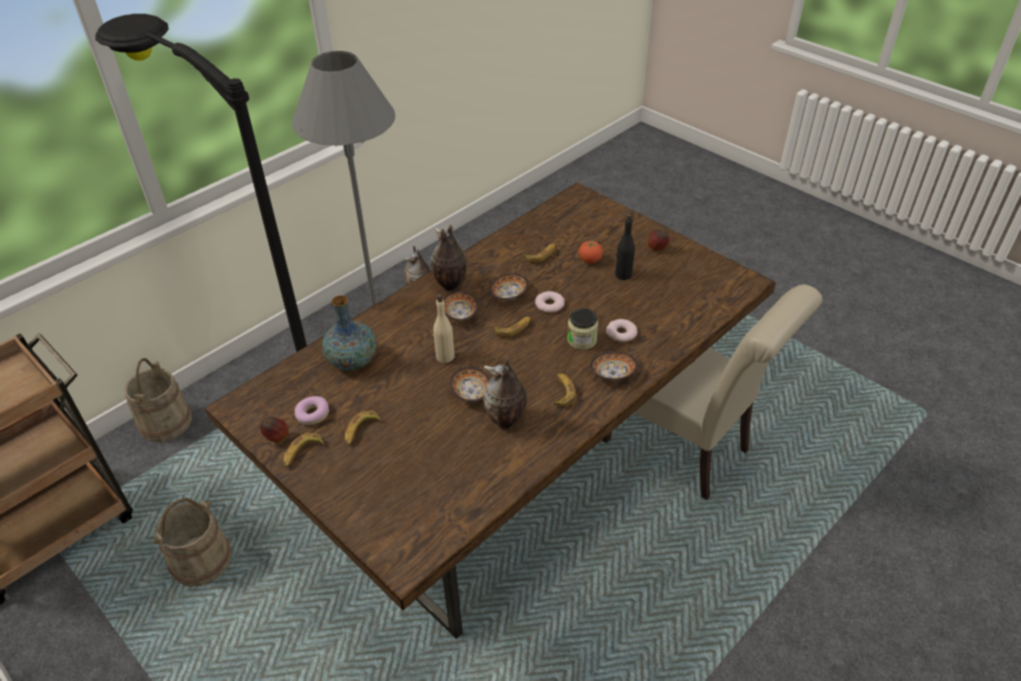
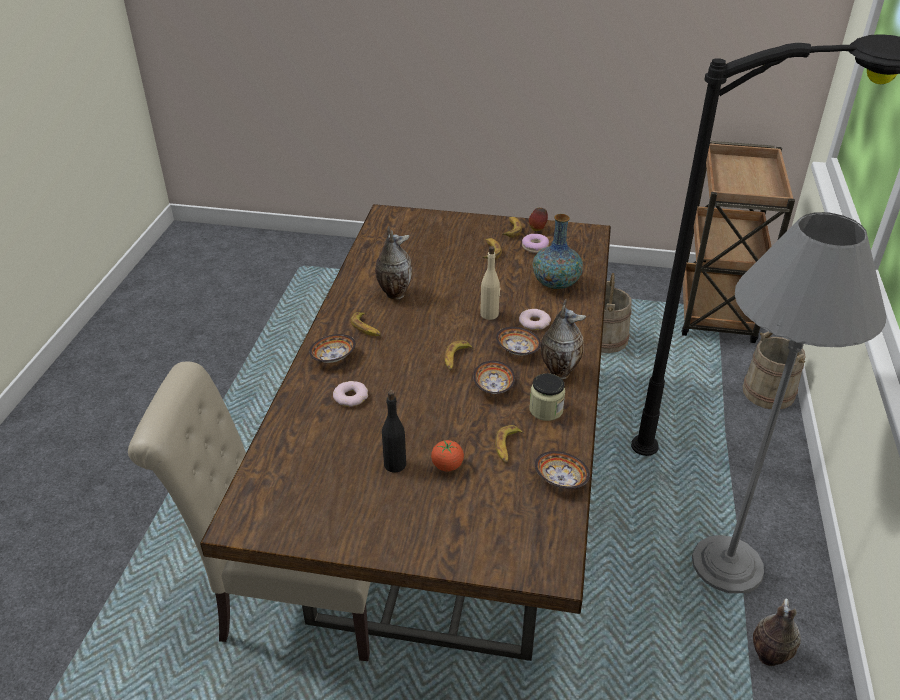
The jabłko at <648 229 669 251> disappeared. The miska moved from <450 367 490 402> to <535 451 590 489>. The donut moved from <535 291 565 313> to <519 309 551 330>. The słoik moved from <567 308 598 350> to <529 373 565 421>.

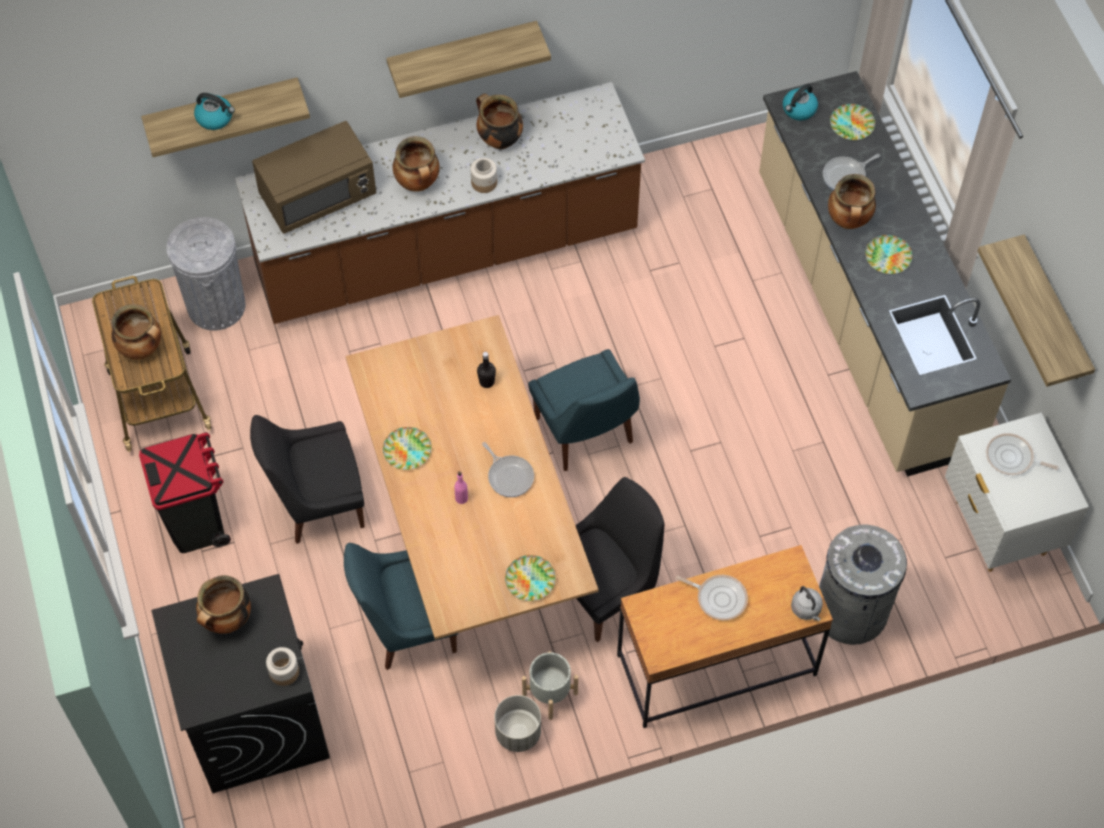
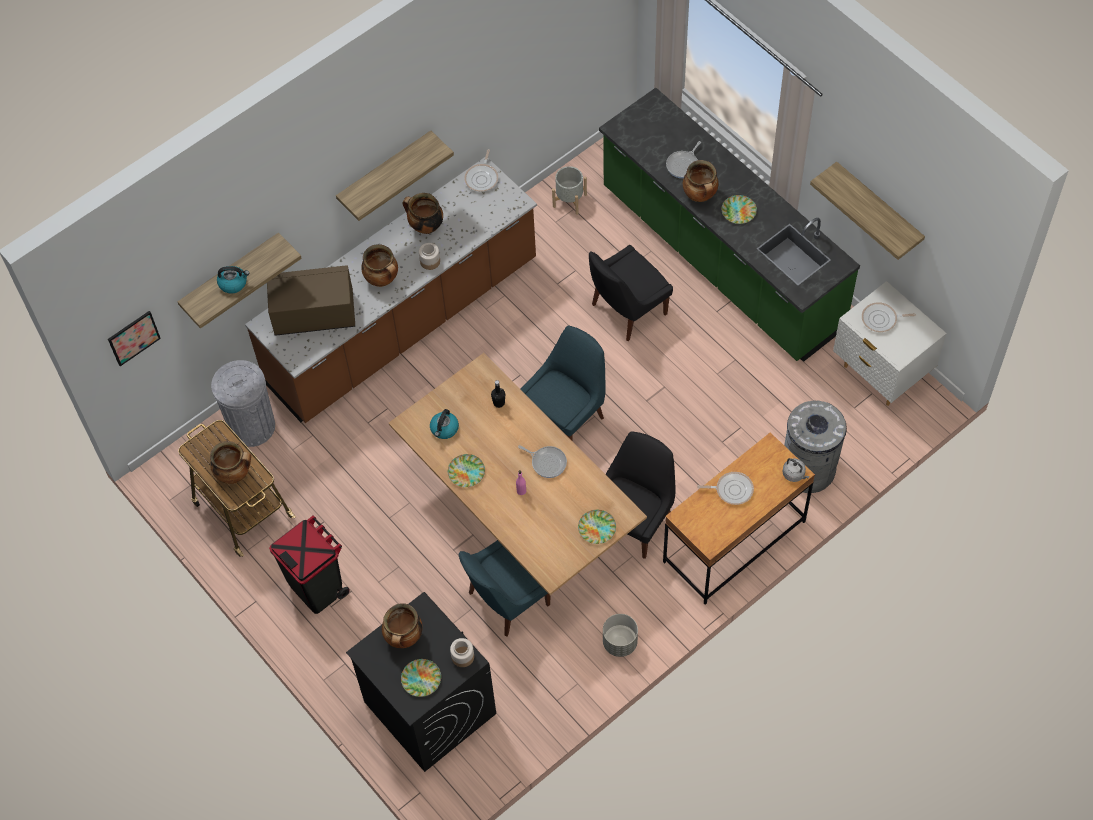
The obraz at <108 311 161 366> appeared. The patelnia at <464 149 498 192> appeared. The krzesło [czarny] moved from <250 415 365 544> to <589 245 673 341>. The donica [szary] moved from <522 651 578 720> to <552 166 587 215>. The czajnik moved from <783 84 818 121> to <430 409 459 439>. The talerz moved from <830 104 875 140> to <401 659 441 697>. The zabudowa kuchenna [beżowy] at <759 71 1011 477> became the zabudowa kuchenna [zielony] at <599 88 860 362>. The mikrofalówka [brązowy] at <252 121 376 234> turned 135 degrees counterclockwise. The krzesło [niebieski] at <528 349 640 471> turned 90 degrees counterclockwise.

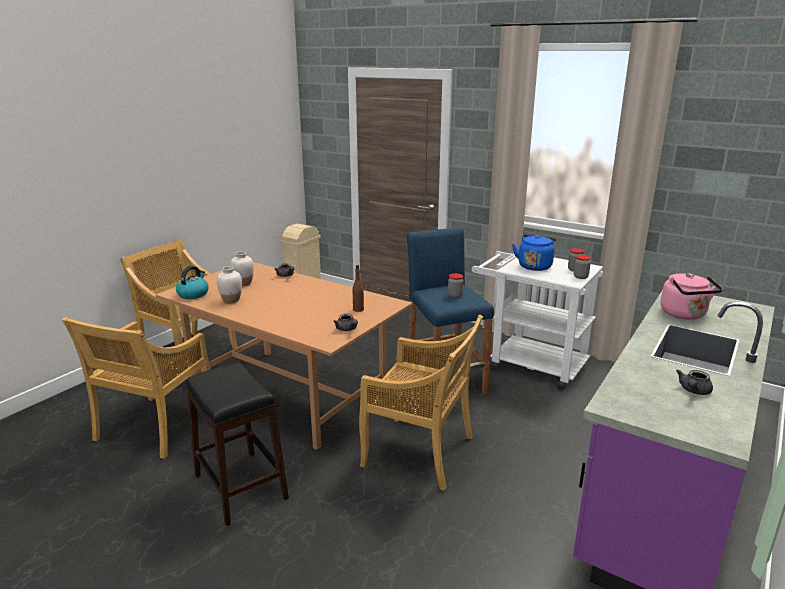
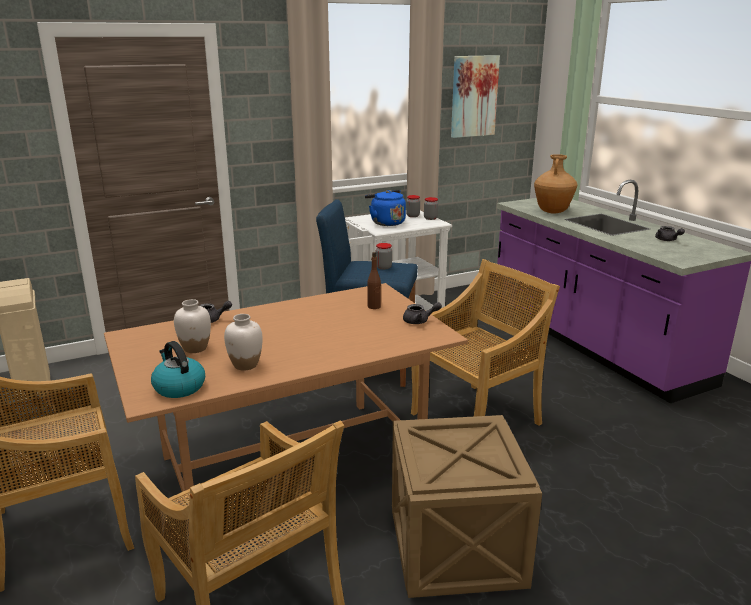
The obraz at <451 55 500 138> appeared. The stołek [czarny] at <186 363 289 526> was replaced by the skrzynka at <392 415 542 598>. The czajnik [różowy] at <661 273 723 319> was replaced by the wazon [brązowy] at <534 154 578 214>.

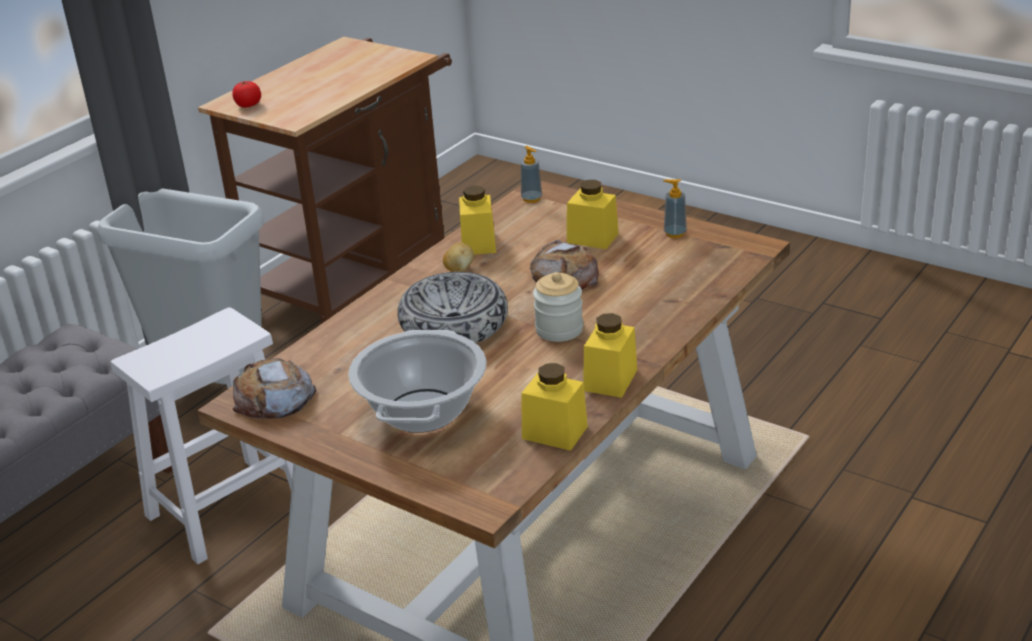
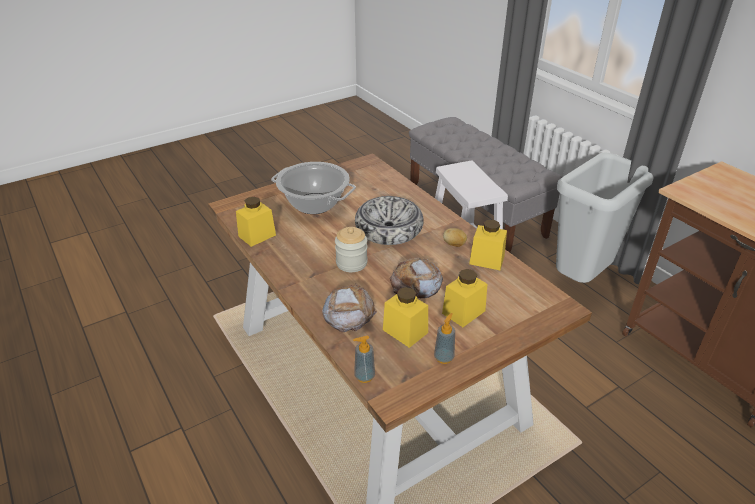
The pomidor at <232 81 261 108> disappeared. The chleb moved from <233 358 316 419> to <322 283 377 332>. The dozownik mydła moved from <521 146 542 203> to <353 336 375 383>. The słoik [żółty] moved from <583 313 637 398> to <383 287 428 348>.

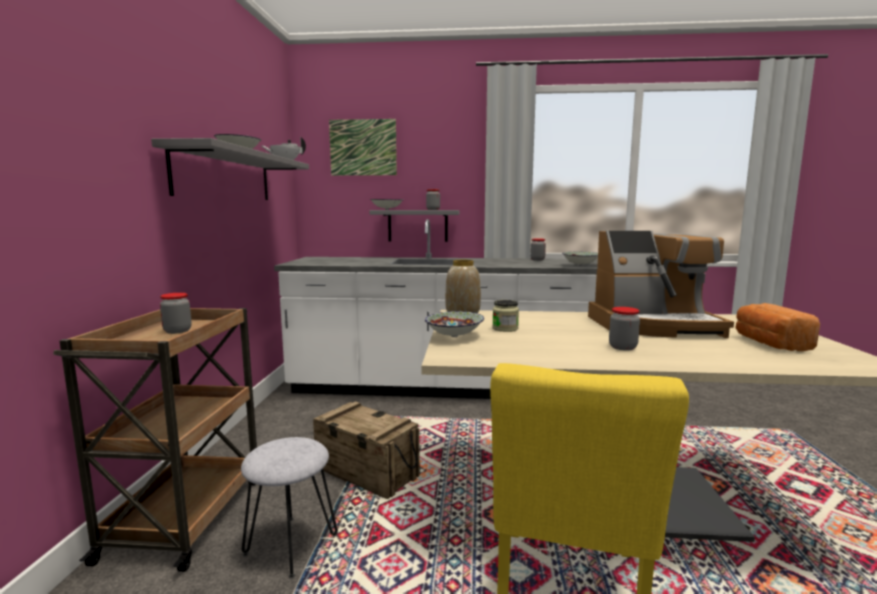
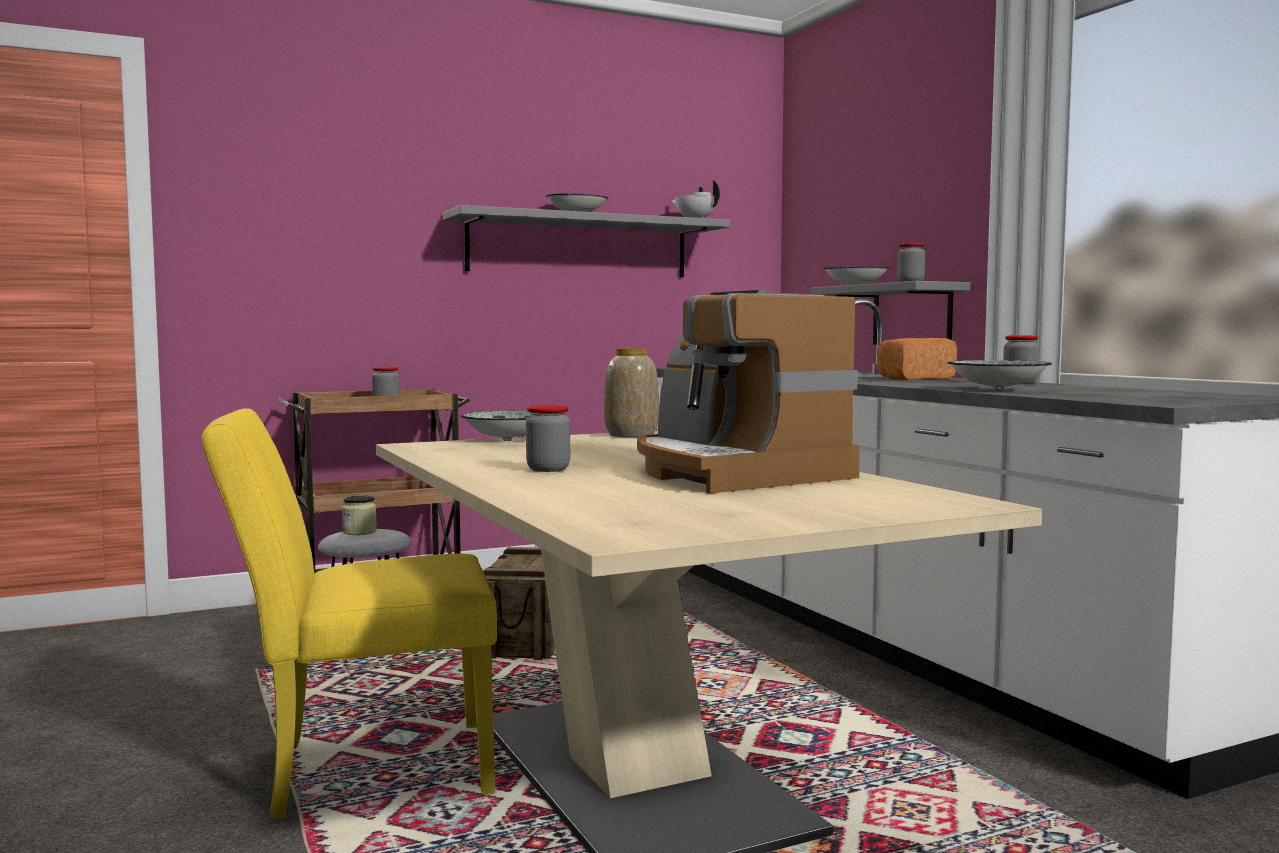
The obraz at <329 119 397 176> disappeared. The słoik moved from <492 300 519 332> to <342 495 377 535>. The chleb moved from <736 303 820 351> to <877 338 957 380>.

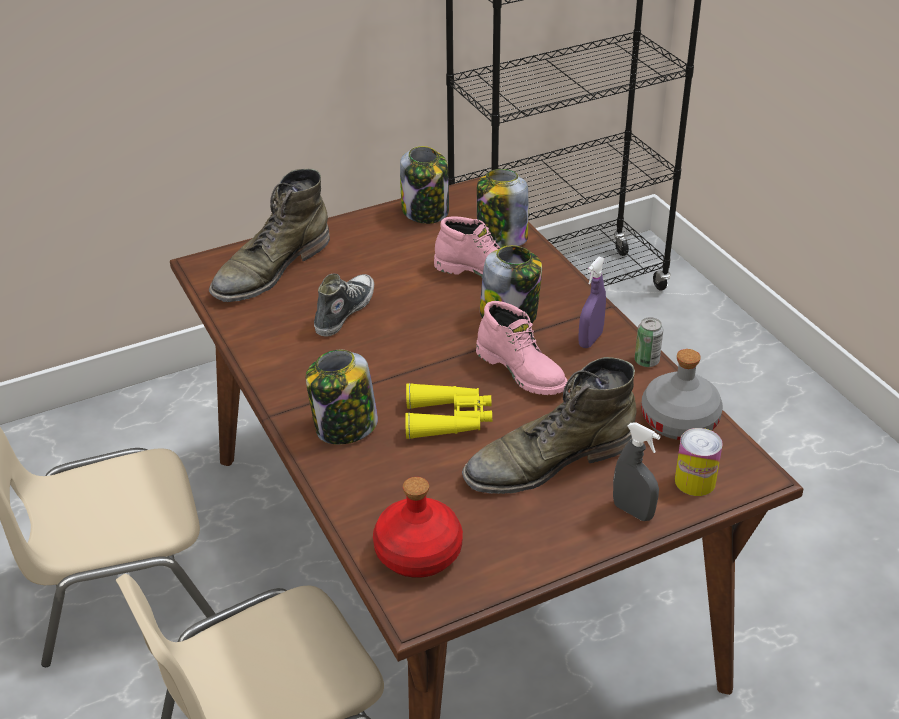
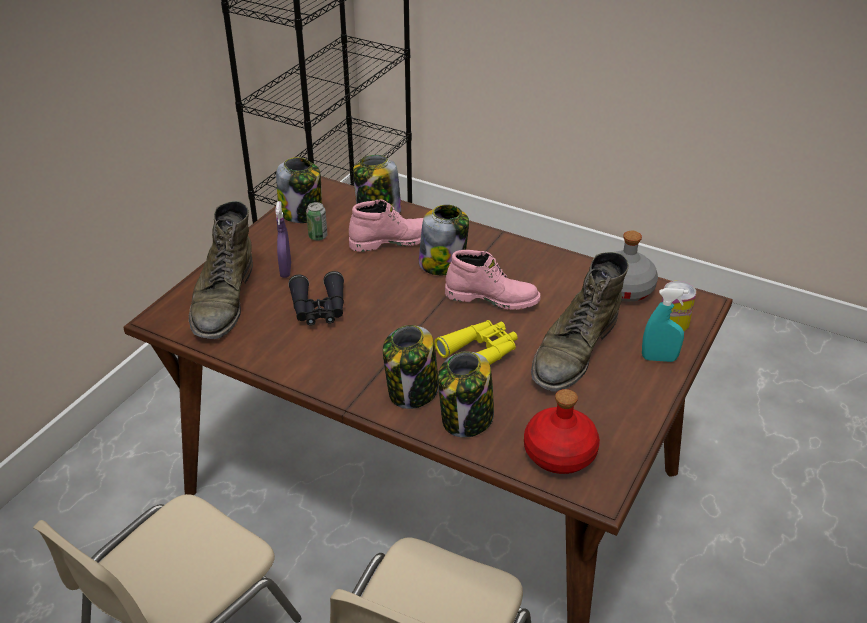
The słoik at <438 351 494 438> appeared. The spryskiwacz [fioletowy] moved from <578 257 606 348> to <275 201 291 278>. The puszka moved from <635 317 663 367> to <306 202 327 241>. The but at <314 274 374 337> was replaced by the lornetka [czarny] at <288 271 344 326>. The spryskiwacz [szary] at <613 423 660 521> became the spryskiwacz [turkusowy] at <642 288 688 362>.

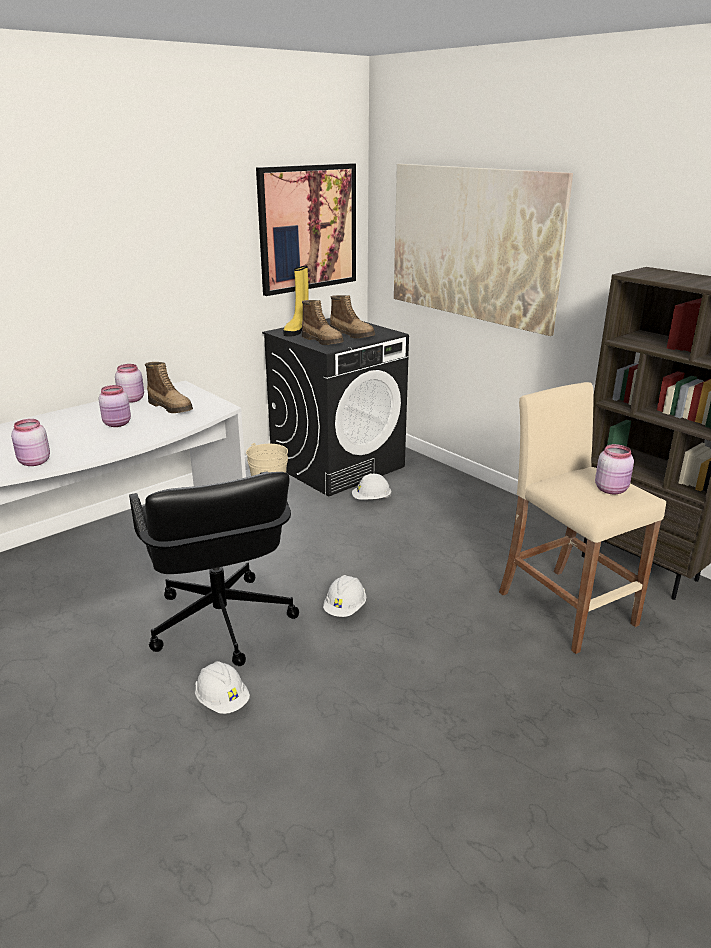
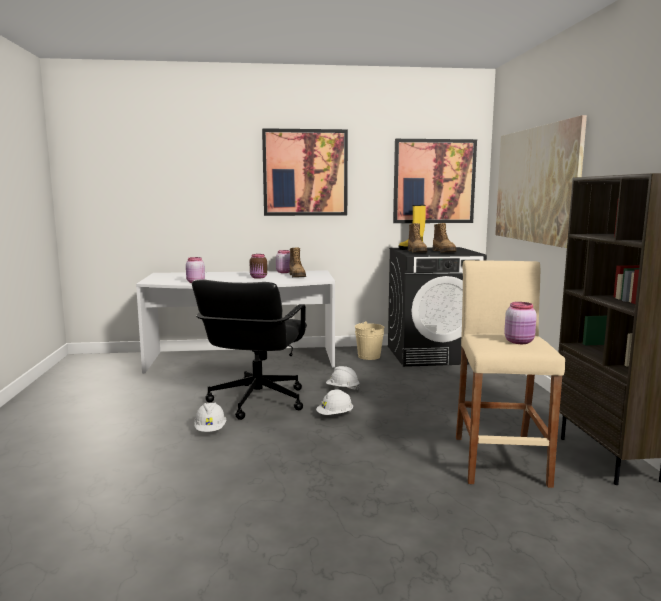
The obraz at <262 128 348 216> appeared. The kask [biały] moved from <352 474 391 500> to <326 366 360 391>. The słoik [różowy] at <99 385 131 427> became the słoik [brązowy] at <249 254 267 279>.

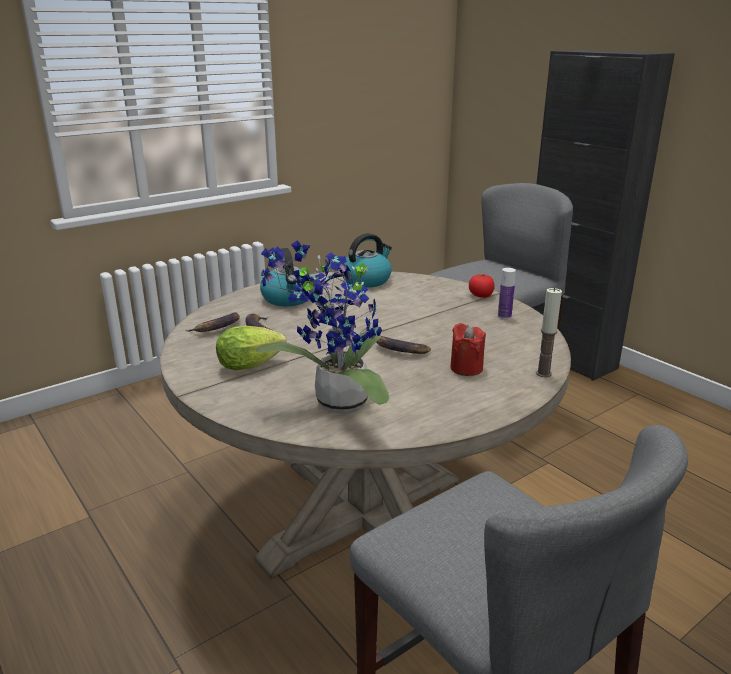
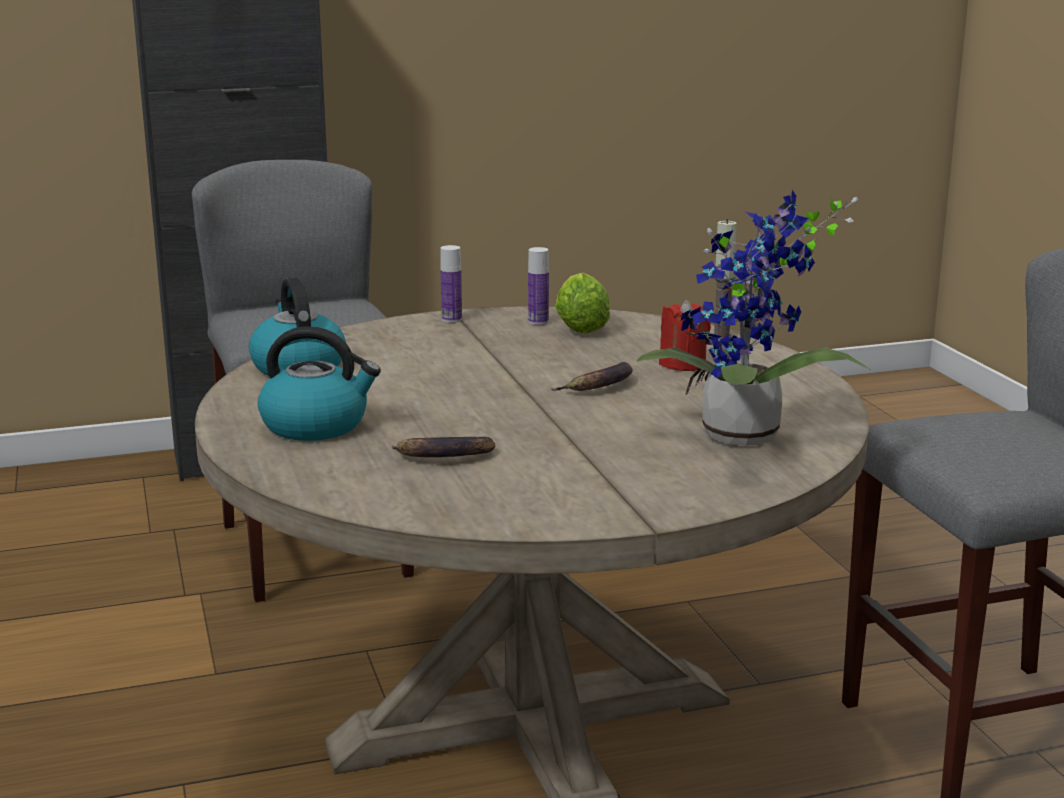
The banan at <186 312 240 332> disappeared. The sałata moved from <216 326 286 370> to <555 273 610 334>. The pomidor at <469 274 495 298> was replaced by the butelka at <441 245 462 323>.

